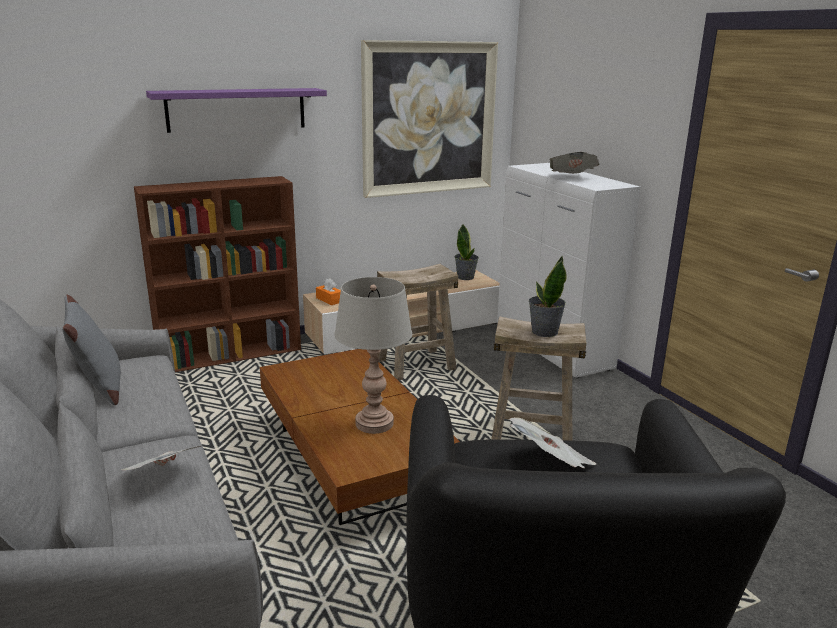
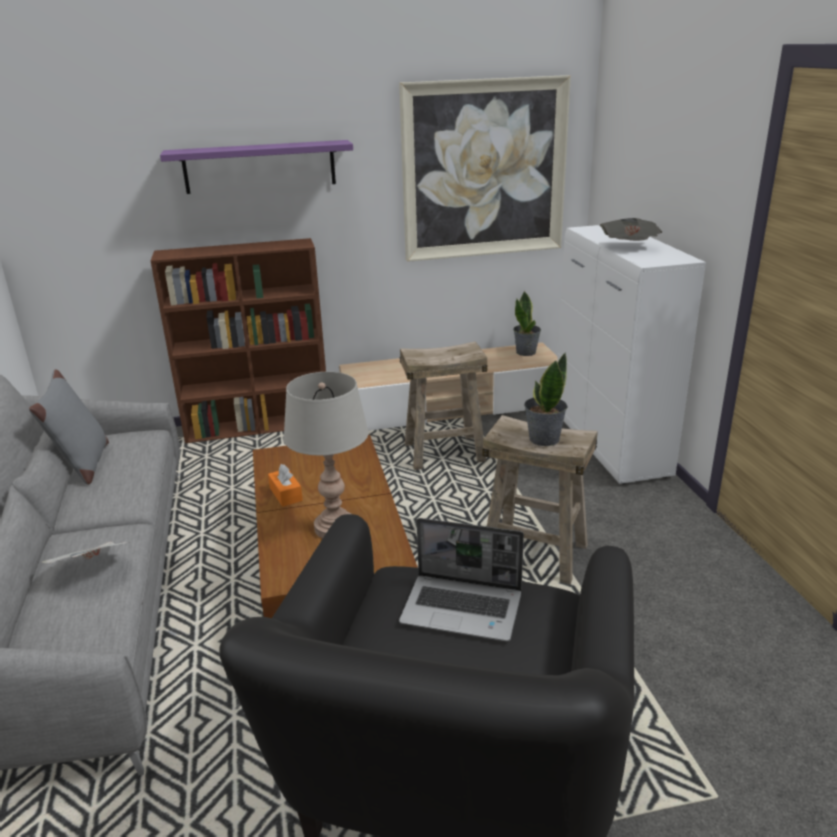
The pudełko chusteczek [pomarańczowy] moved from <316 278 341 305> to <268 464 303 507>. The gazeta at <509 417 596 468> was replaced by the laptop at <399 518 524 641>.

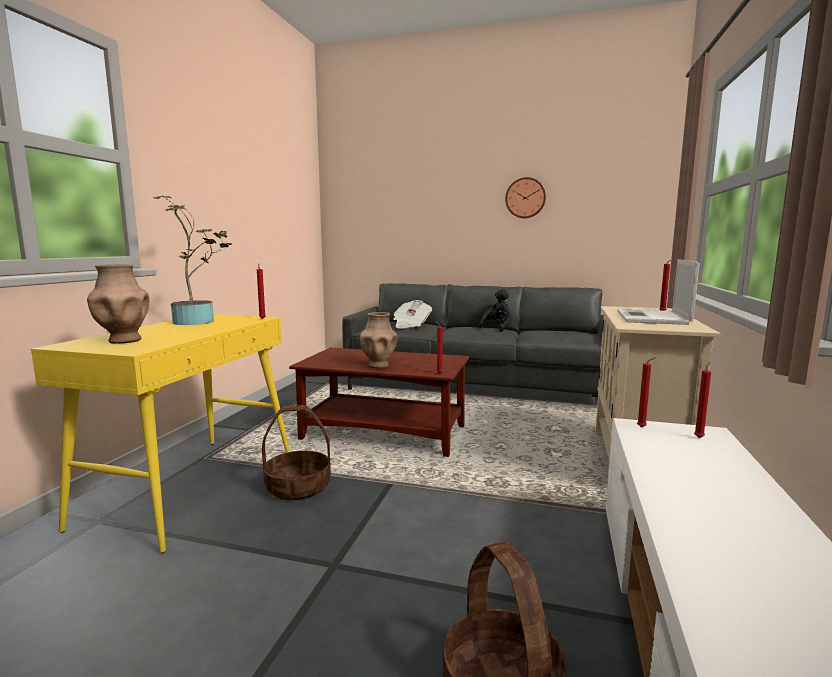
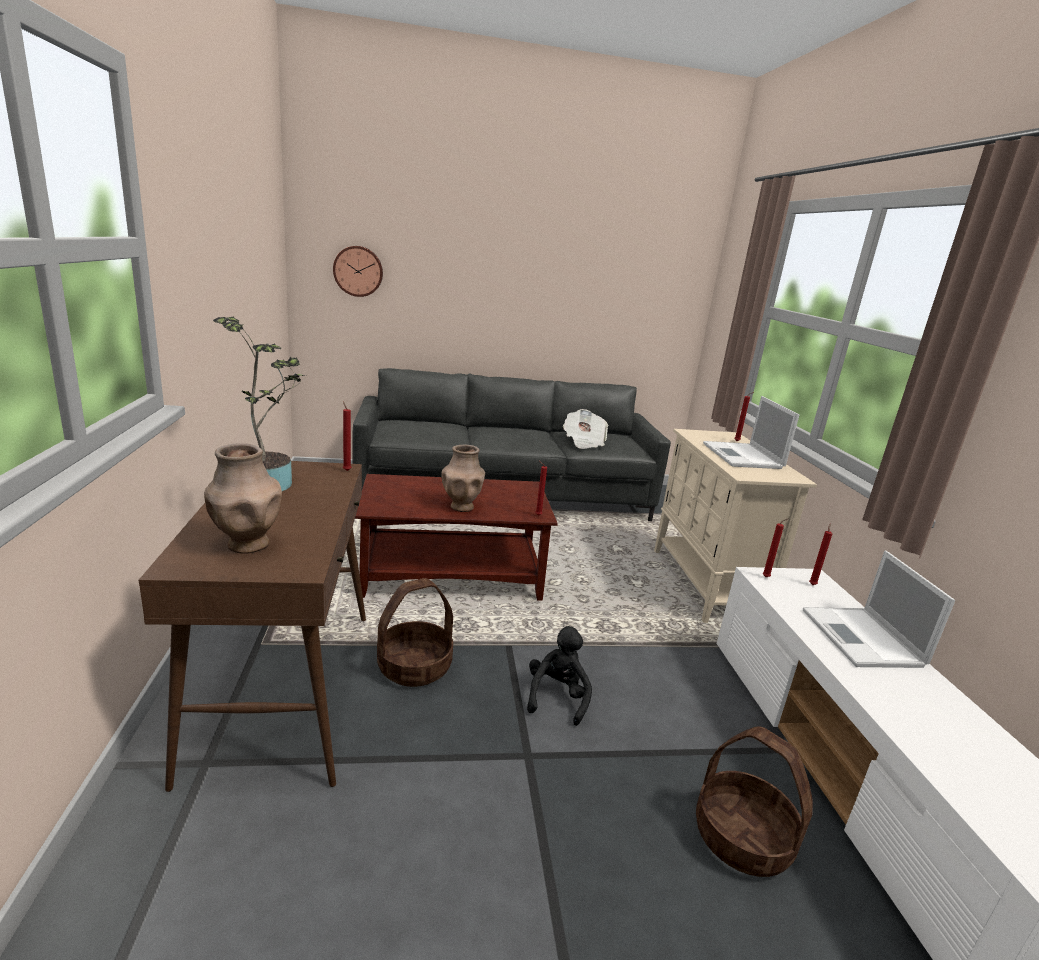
The laptop at <803 550 955 668> appeared. The gazeta moved from <393 300 432 329> to <563 409 608 449>. The pluszak [czarny] moved from <479 289 512 332> to <527 626 592 726>. The zegar ścienny moved from <505 177 546 218> to <333 246 383 297>. The stolik konsolowy [żółty] at <31 314 290 553> became the stolik konsolowy [brązowy] at <139 461 366 792>.

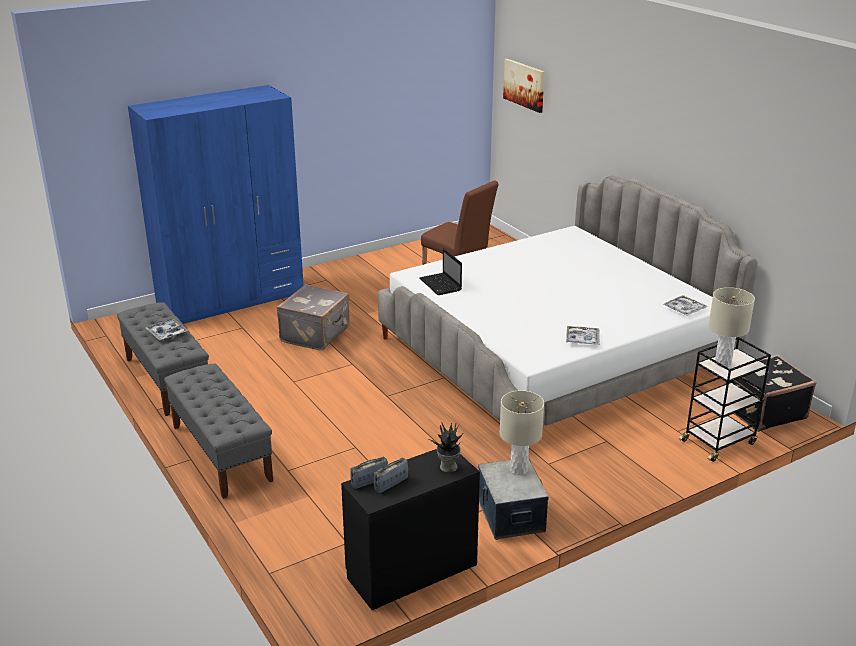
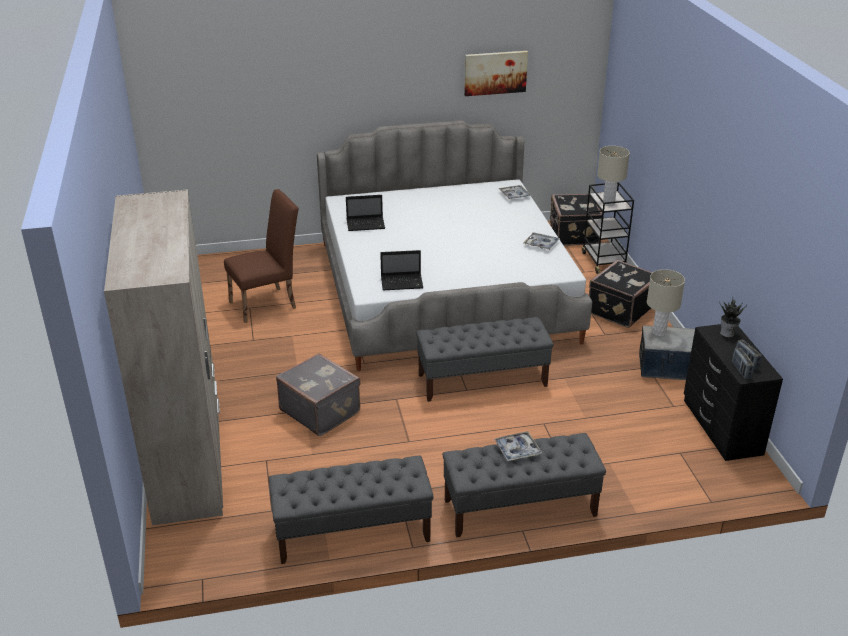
The laptop at <346 195 385 231> appeared. The ławka [szary] at <416 317 554 402> appeared. The walizka [czarny] at <589 260 653 328> appeared. The taca moved from <146 319 188 340> to <494 431 542 462>. The obraz moved from <503 59 545 113> to <464 51 528 96>. The szafa [niebieski] at <128 85 304 324> became the szafa [beżowy] at <104 190 223 526>.

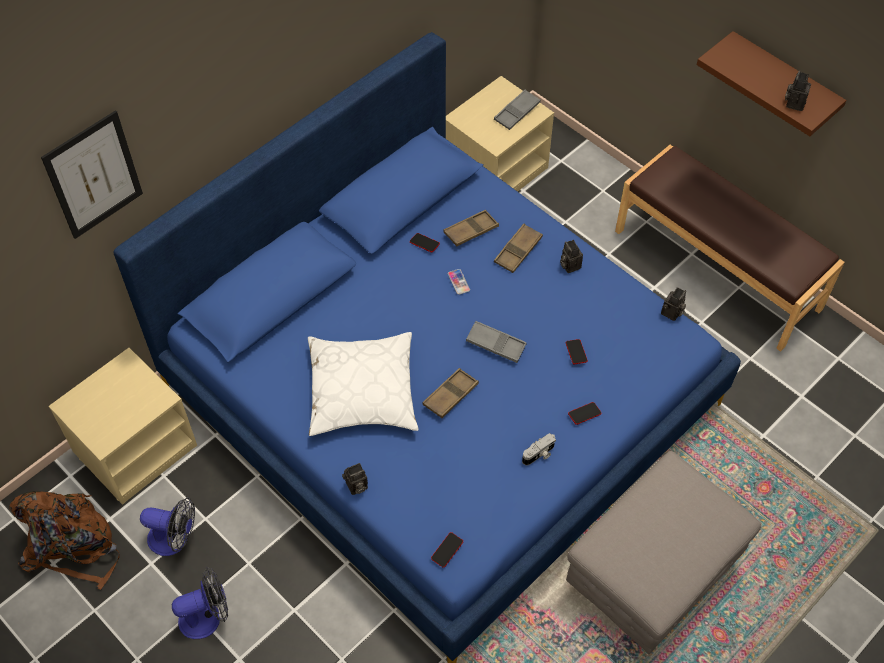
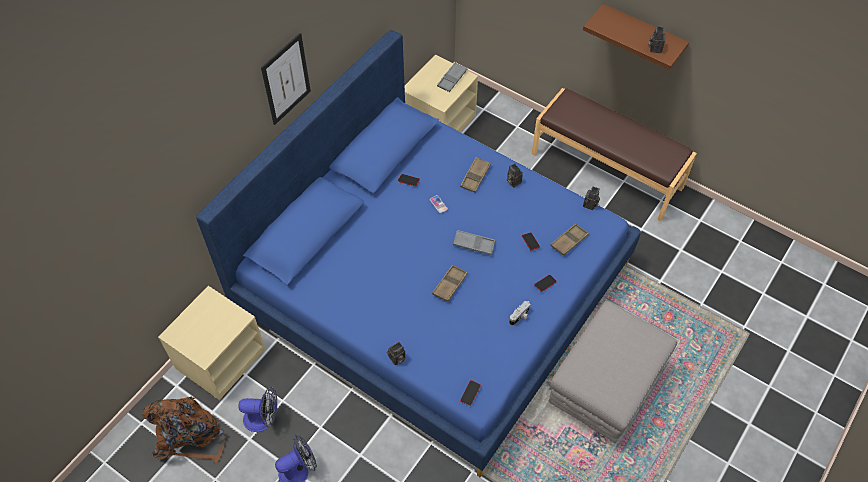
The poduszka [biały] at <308 332 418 436> disappeared. The obraz moved from <41 110 143 239> to <261 33 311 125>. The taca [brązowy] moved from <443 210 499 246> to <550 224 589 256>.

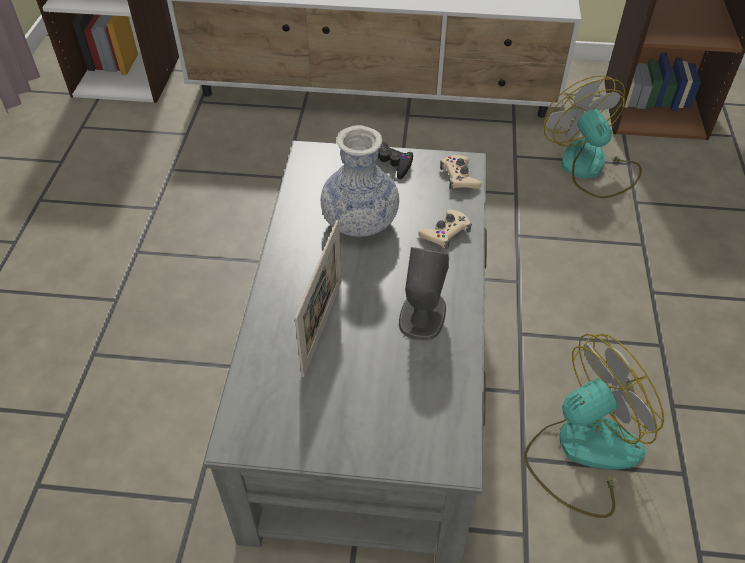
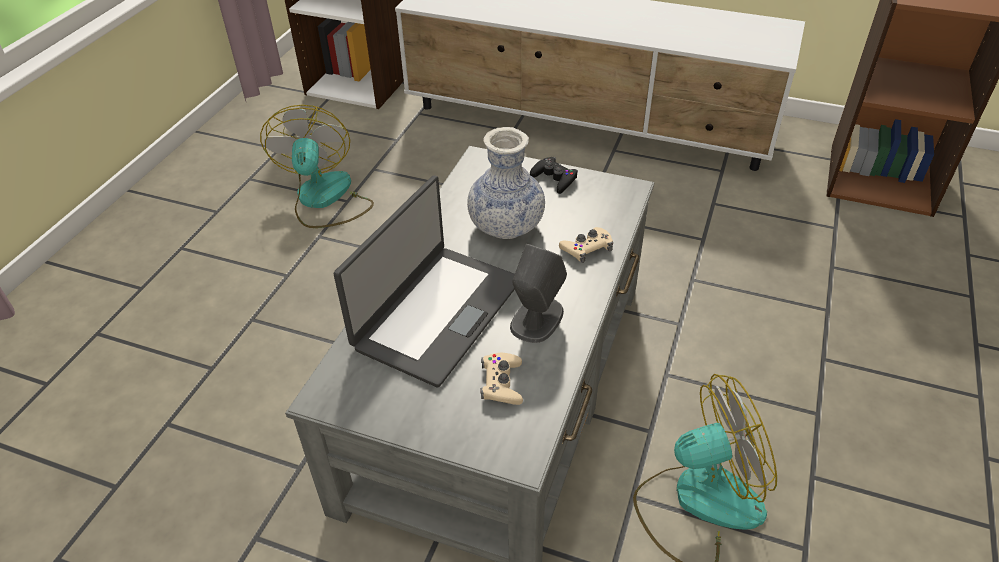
The pad do gier [beżowy] moved from <440 155 482 189> to <480 353 523 405>. The wentylator moved from <544 75 642 198> to <260 105 374 228>. The ramka na zdjęcie at <295 220 342 377> was replaced by the laptop at <333 175 515 388>.

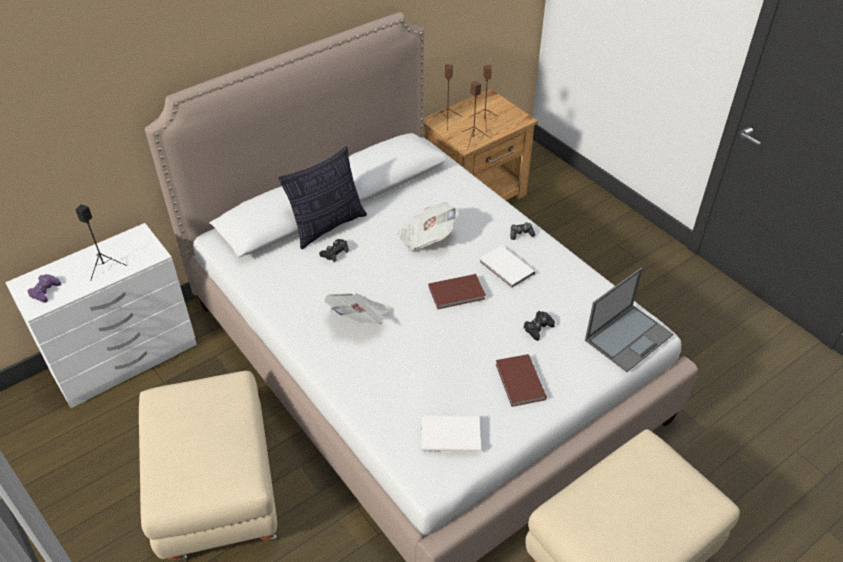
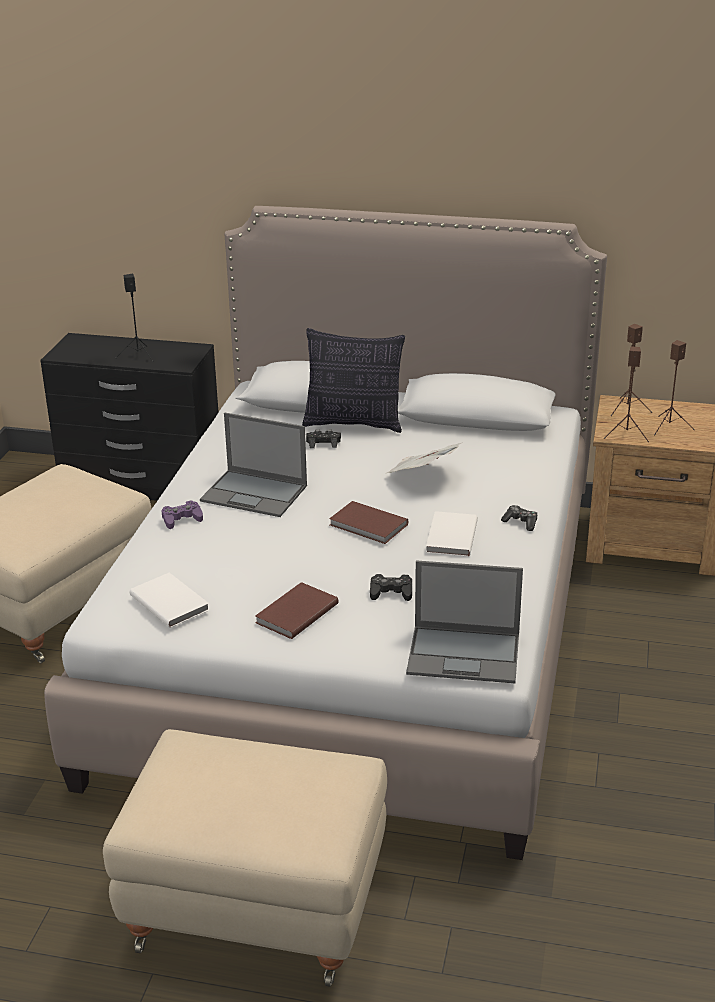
The pad do gier [fioletowy] moved from <27 274 61 303> to <162 500 203 529>. The gazeta at <324 293 391 324> was replaced by the laptop at <200 413 307 517>. The komoda [biały] at <5 223 197 408> became the komoda [czarny] at <40 333 218 501>.

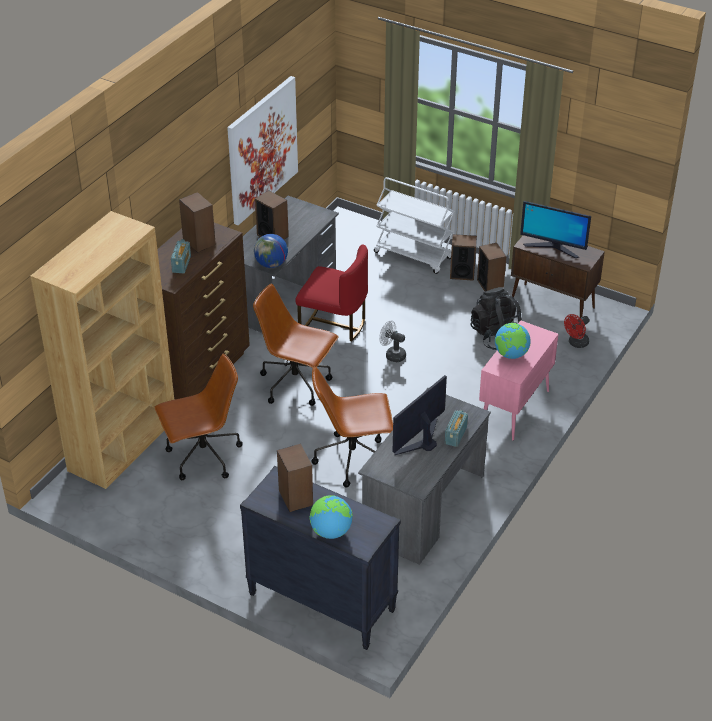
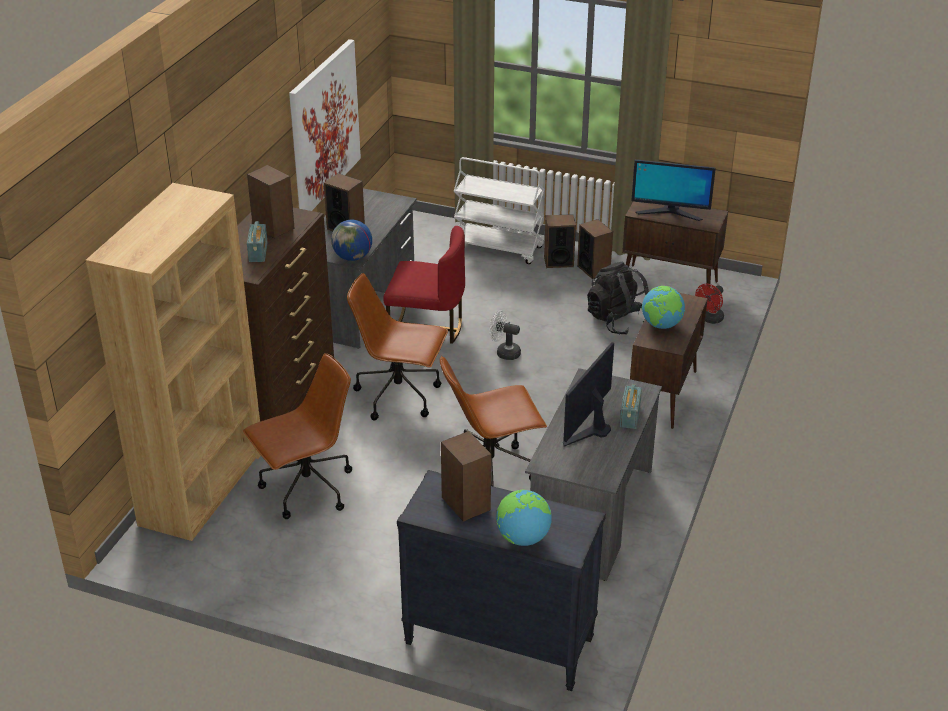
The szafka [różowy] at <479 321 558 441> became the szafka [brązowy] at <630 293 708 429>.

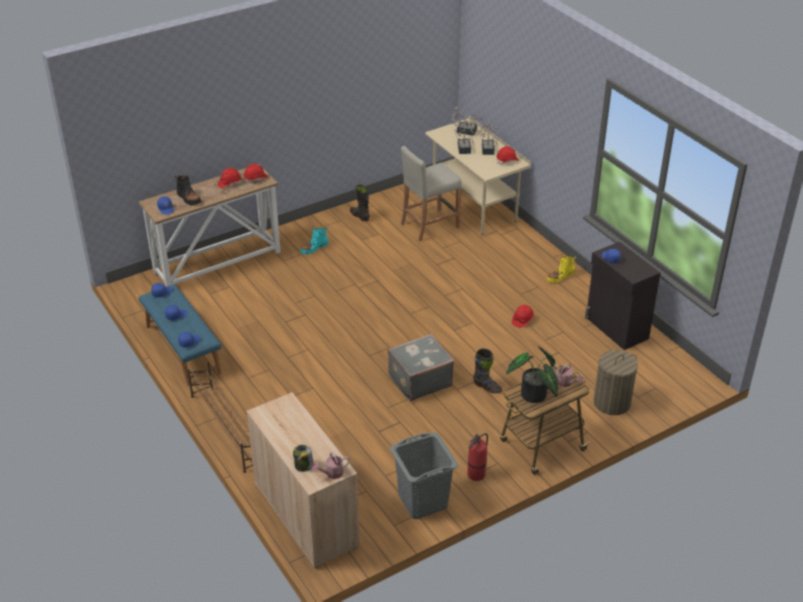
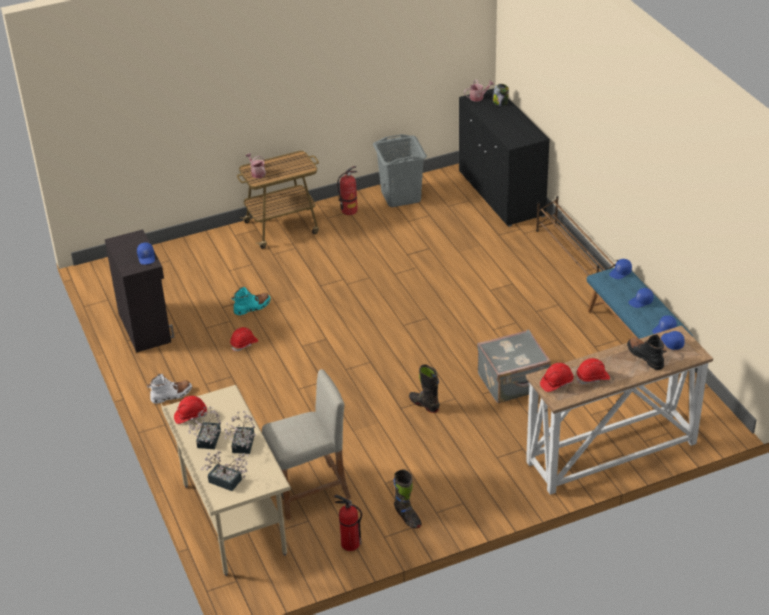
The roślina doniczkowa at <506 346 558 403> disappeared. The kosz na pranie at <593 350 638 415> disappeared. The gaśnica at <334 495 362 551> appeared. The but z cholewką [turkusowy] moved from <300 227 329 254> to <231 287 271 315>. The walizka [szary] moved from <388 334 454 401> to <477 329 551 403>. The but z cholewką [czarny] moved from <473 348 502 393> to <409 364 440 413>. The szafka [beżowy] at <246 392 360 568> became the szafka [czarny] at <459 88 550 227>. The but z cholewką [żółty] at <547 256 576 283> became the but z cholewką [biały] at <147 374 192 404>.

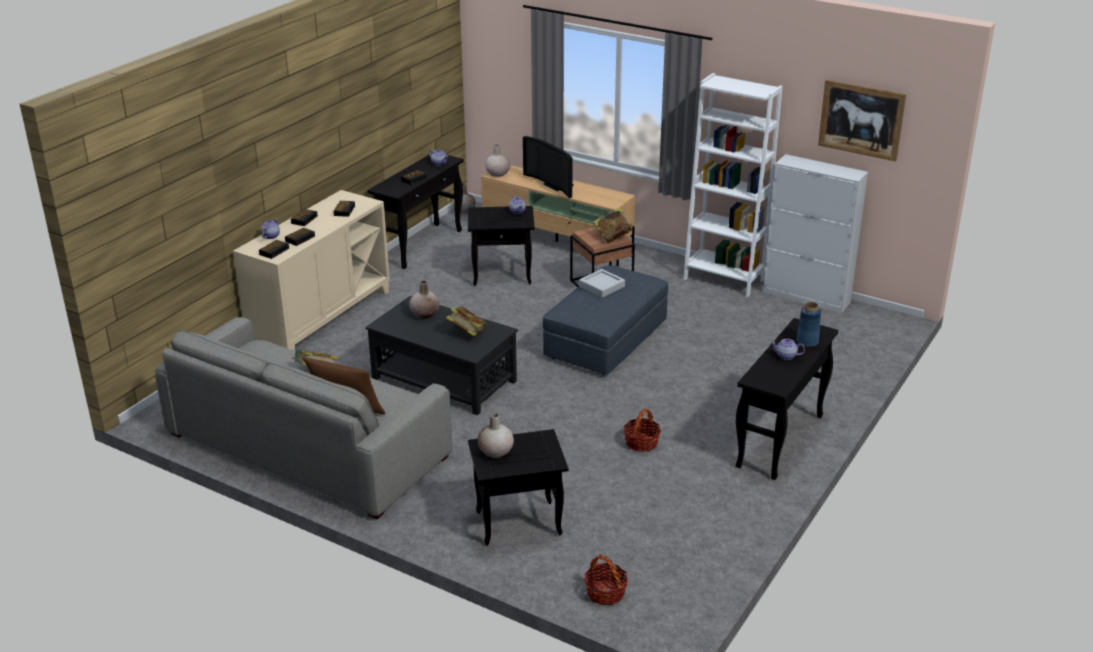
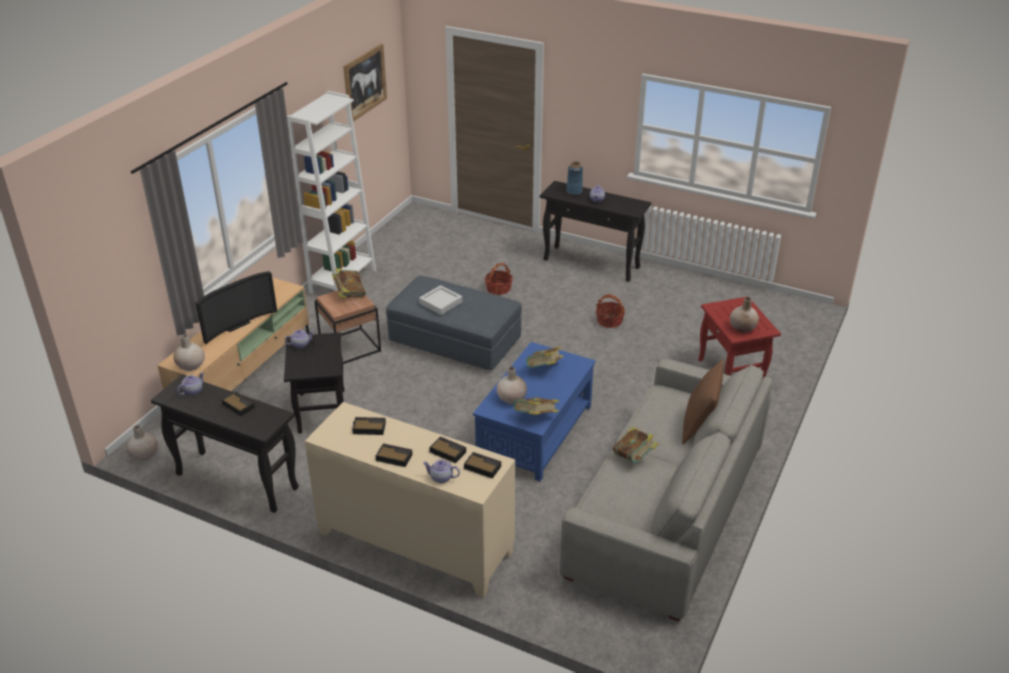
The szafka [biały] at <763 154 868 314> disappeared. The książka at <514 397 559 415> appeared. The koszyk moved from <585 554 628 605> to <485 263 513 295>. The ława [czarny] at <365 296 518 415> became the ława [niebieski] at <473 342 596 481>. The stolik [czarny] at <468 429 569 546> became the stolik [czerwony] at <698 296 781 378>.

